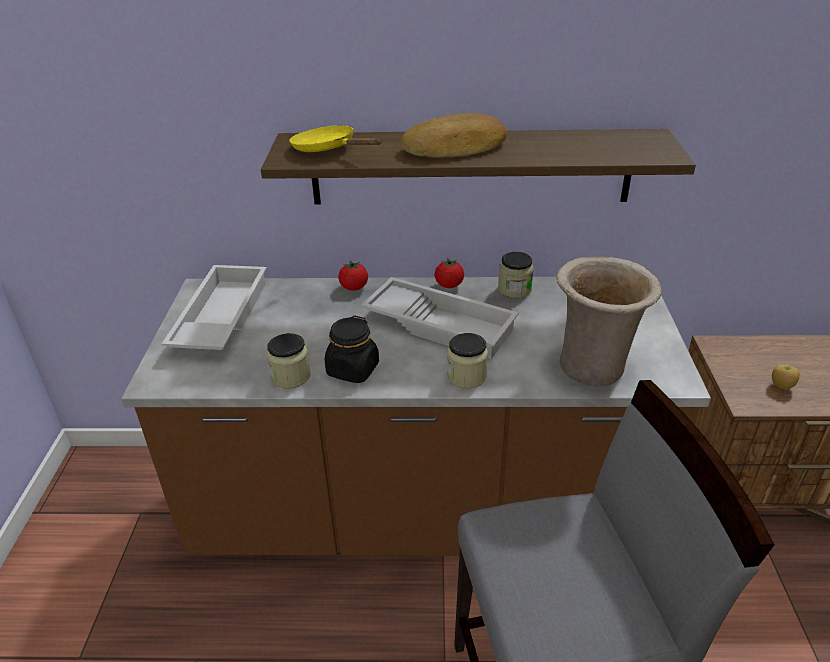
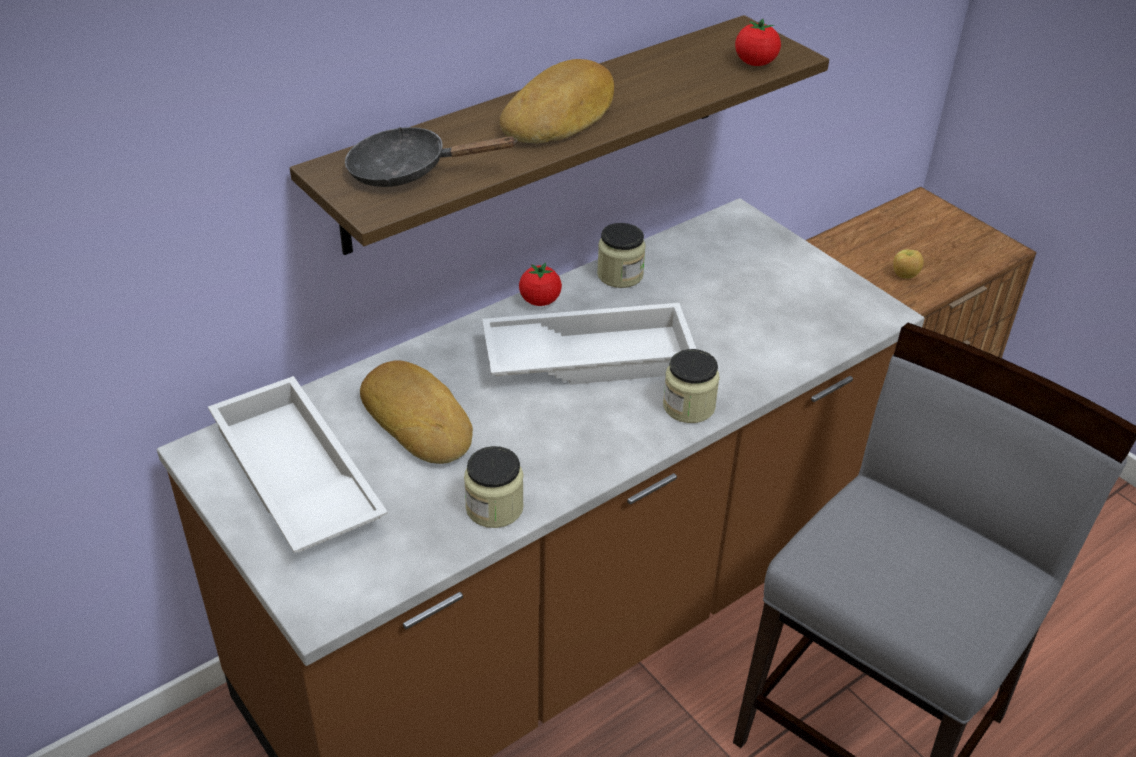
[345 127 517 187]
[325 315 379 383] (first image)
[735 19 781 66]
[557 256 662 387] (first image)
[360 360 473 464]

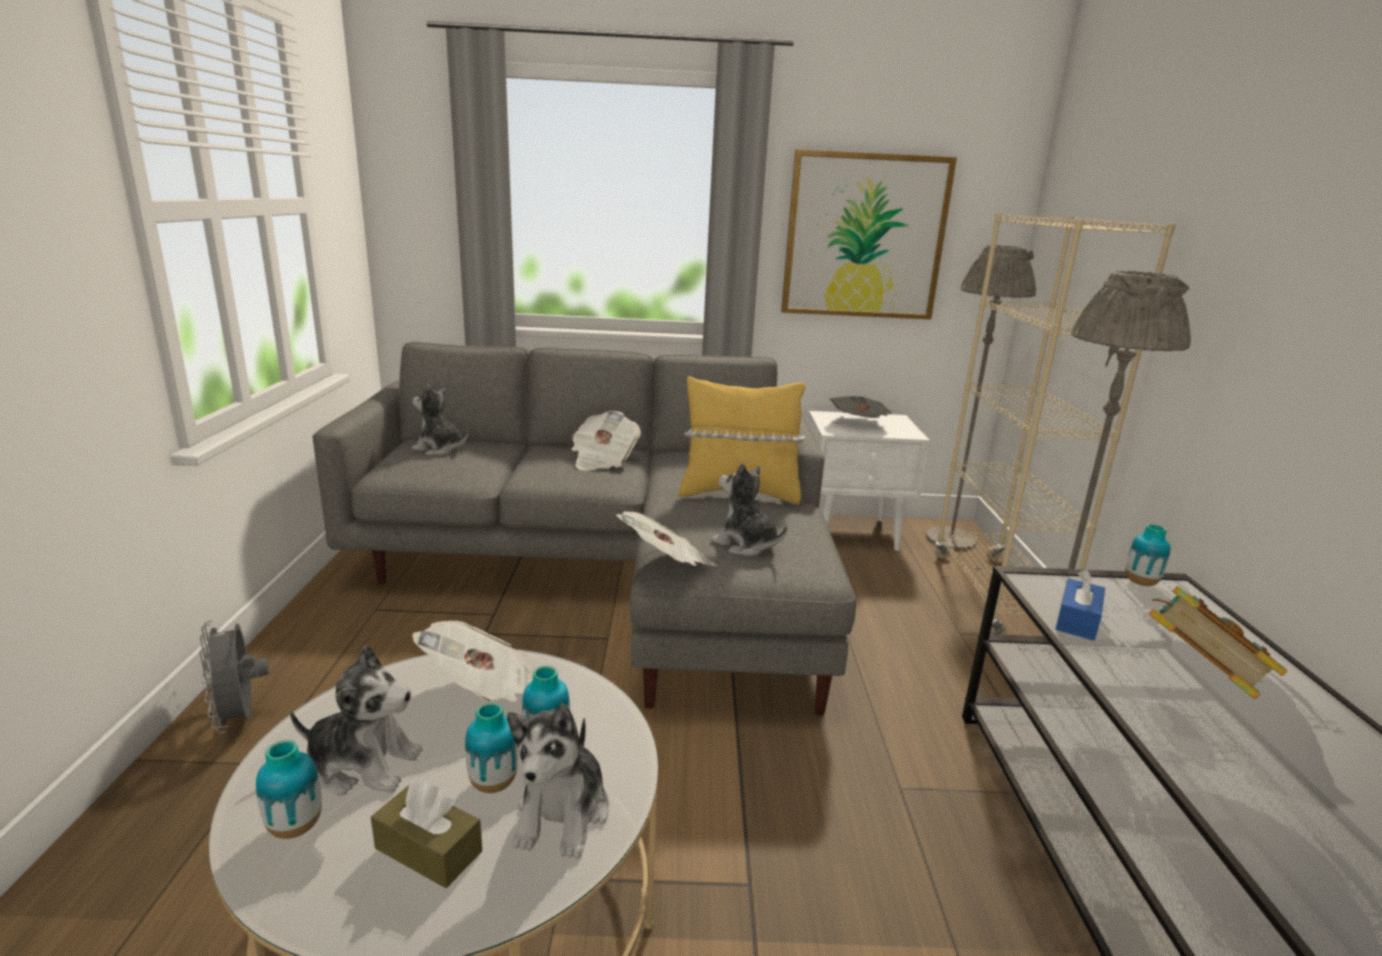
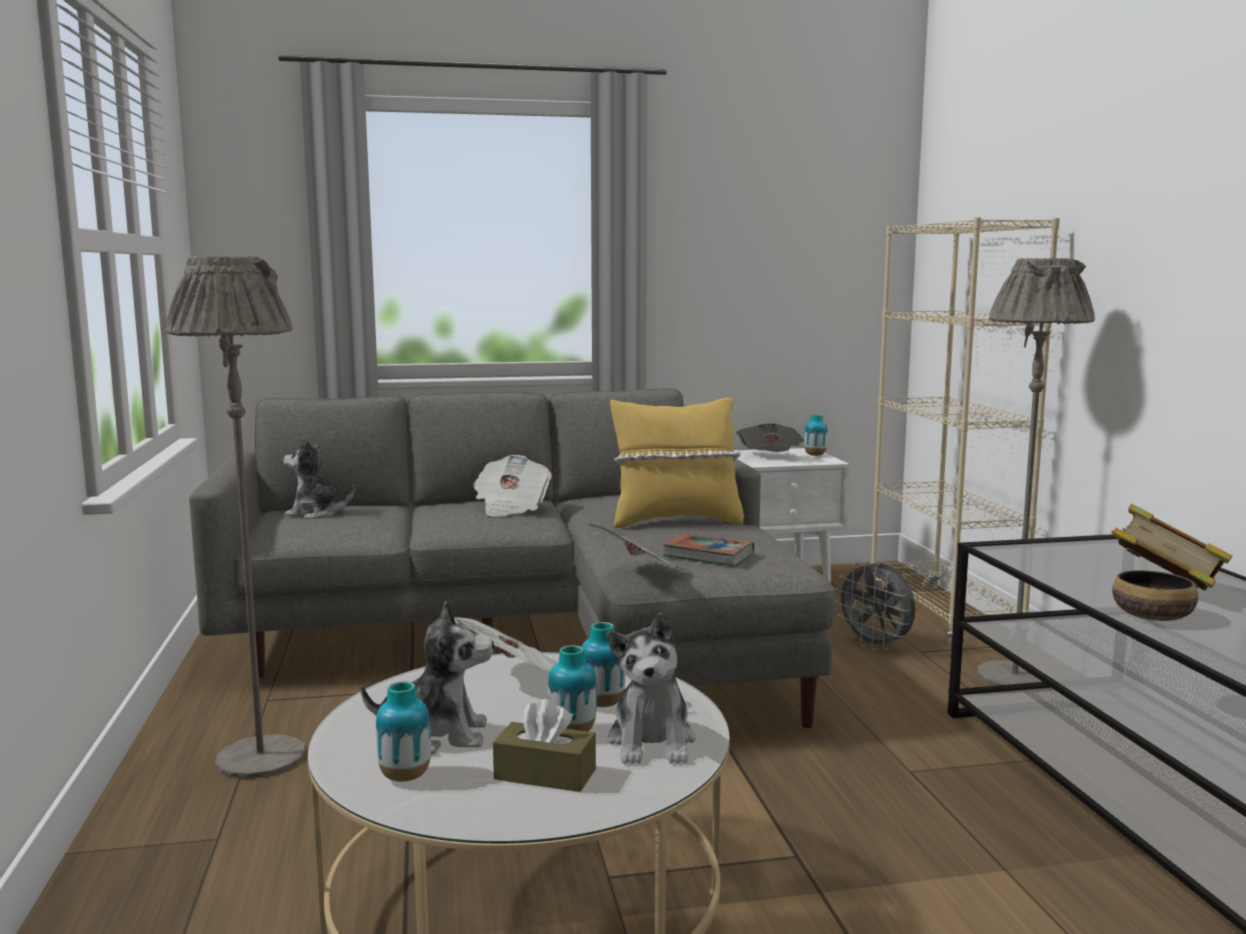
[835 560 915 650]
[663 533 754 567]
[781 149 957 319] (first image)
[165 256 306 779]
[1056 570 1105 641] (first image)
[804 414 828 456]
[1112 570 1198 621]

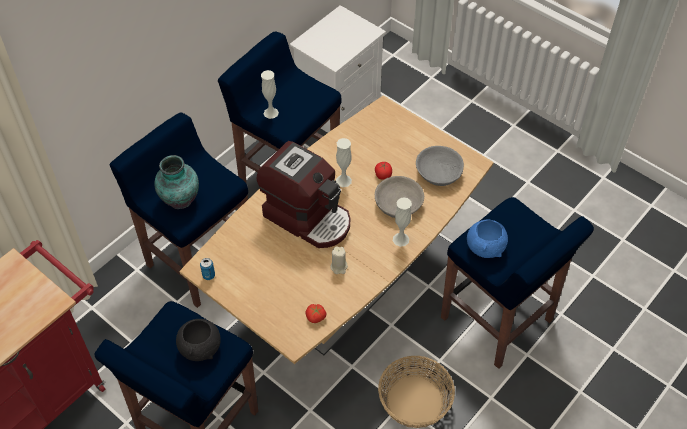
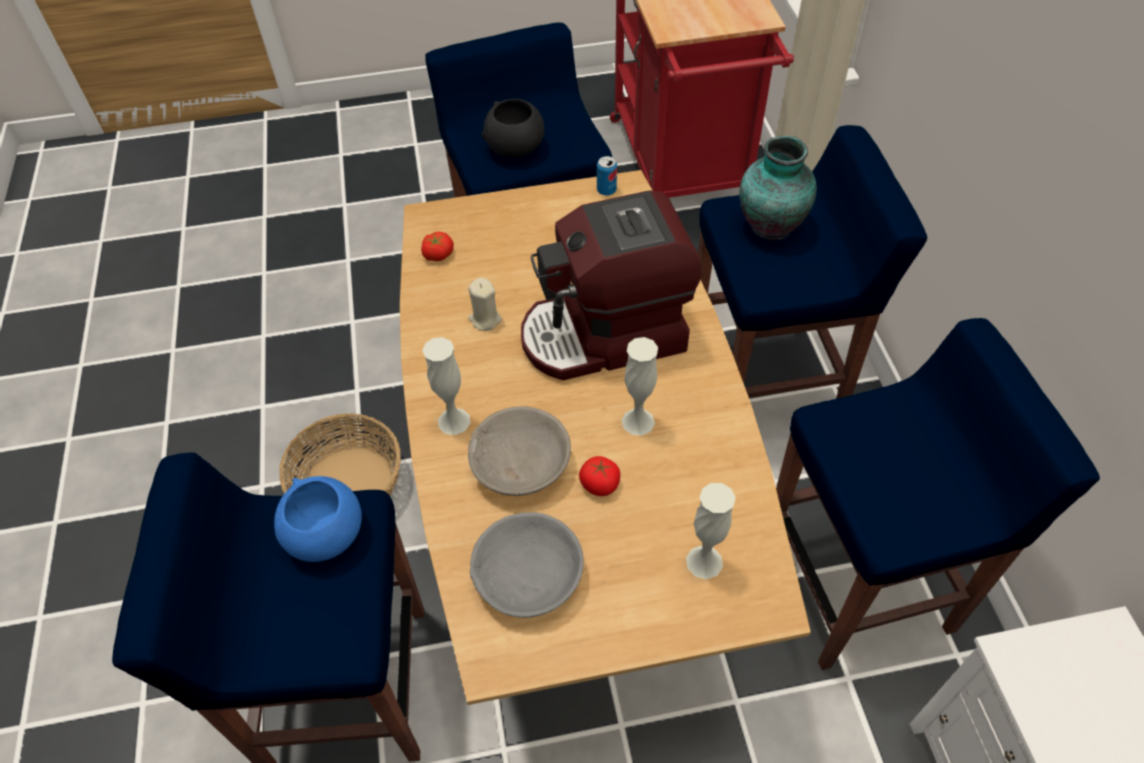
[686 483 736 579]

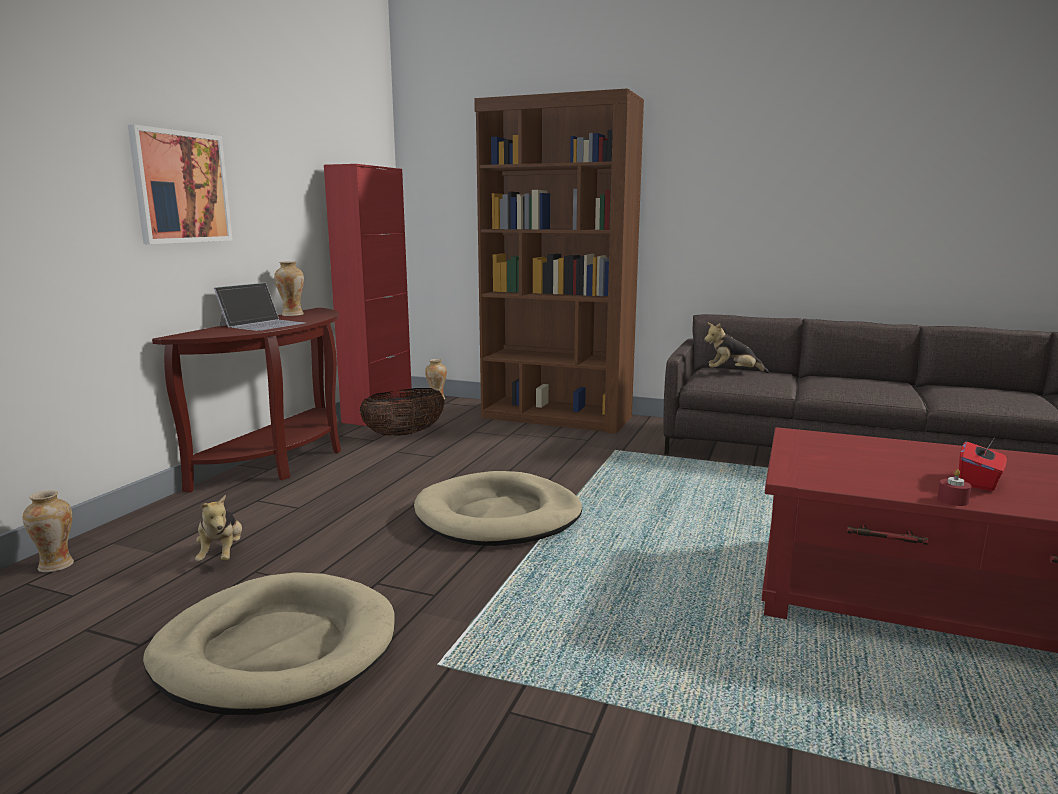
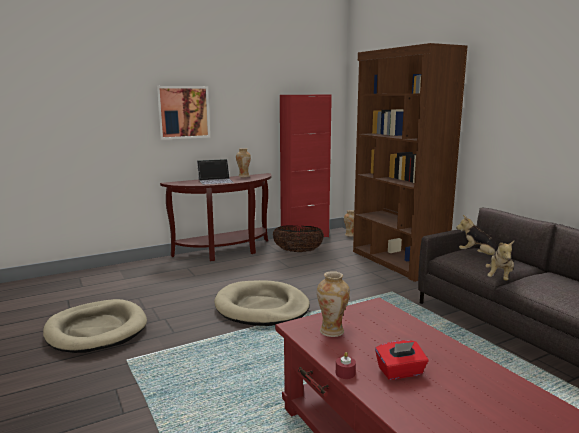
[317 271 350 337]
[486 241 514 281]

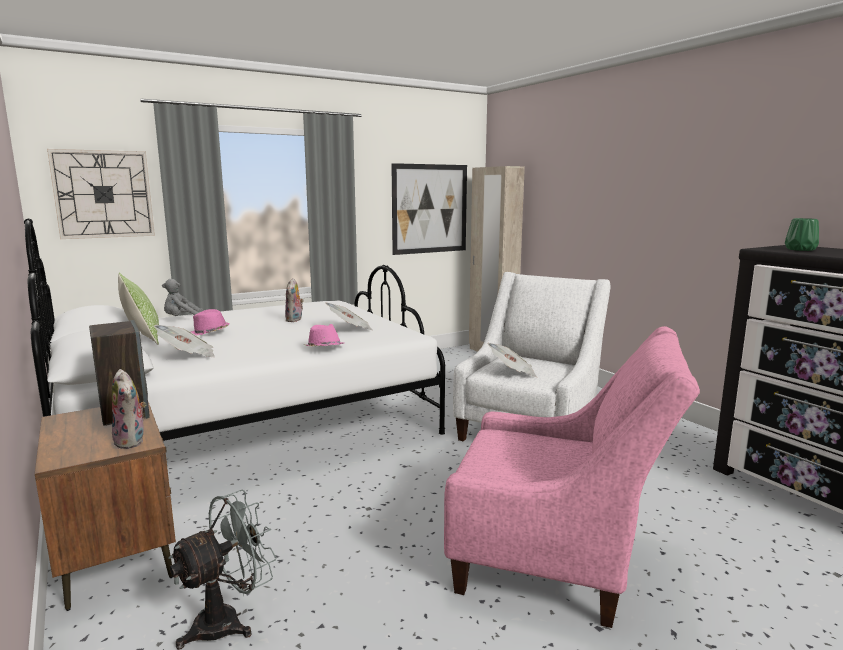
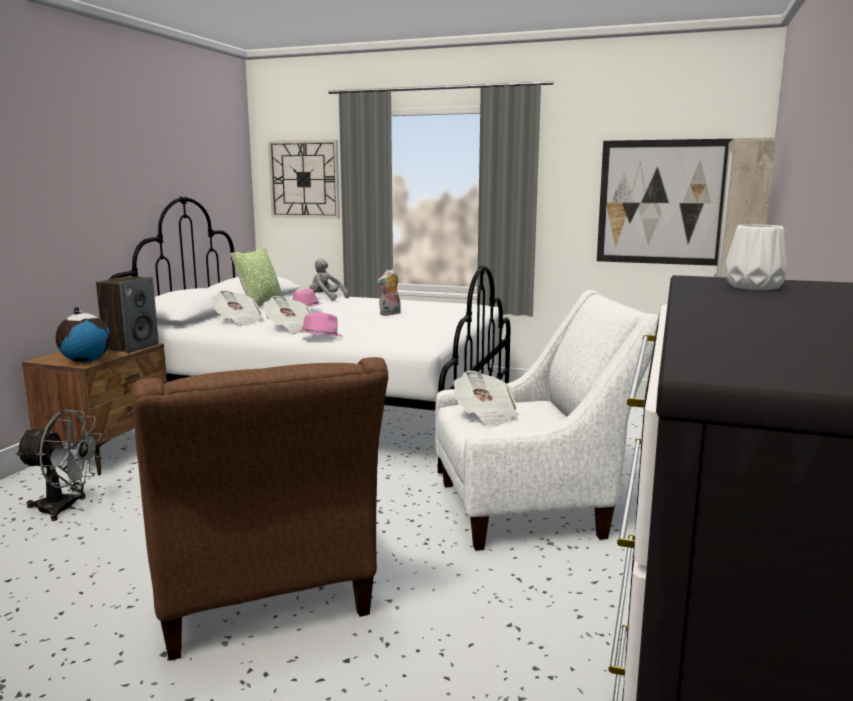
[56 307 110 363]
[263 296 311 334]
[132 357 388 661]
[726 224 788 290]

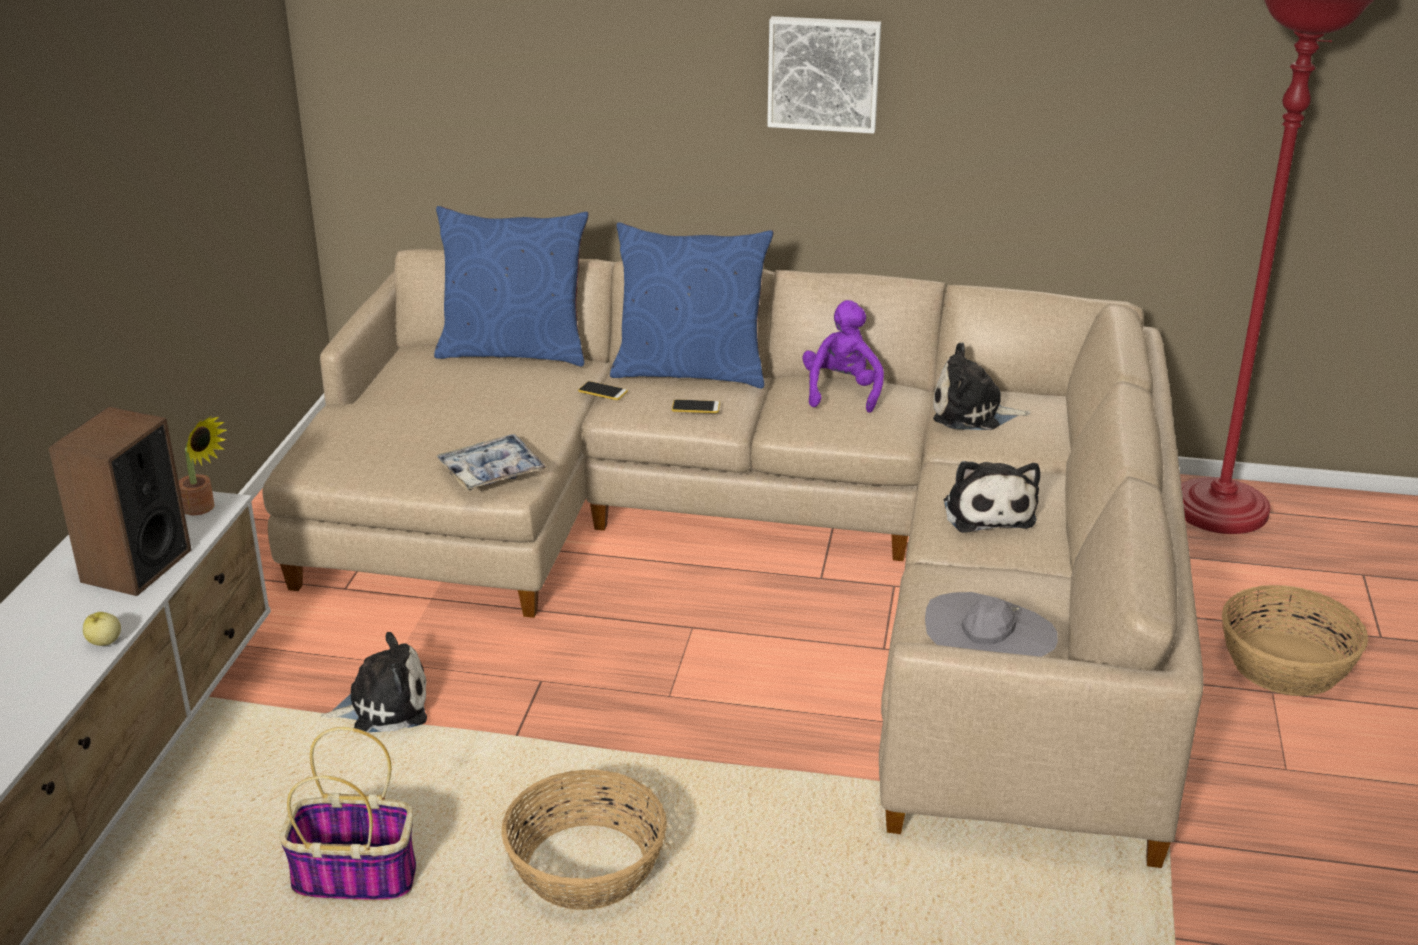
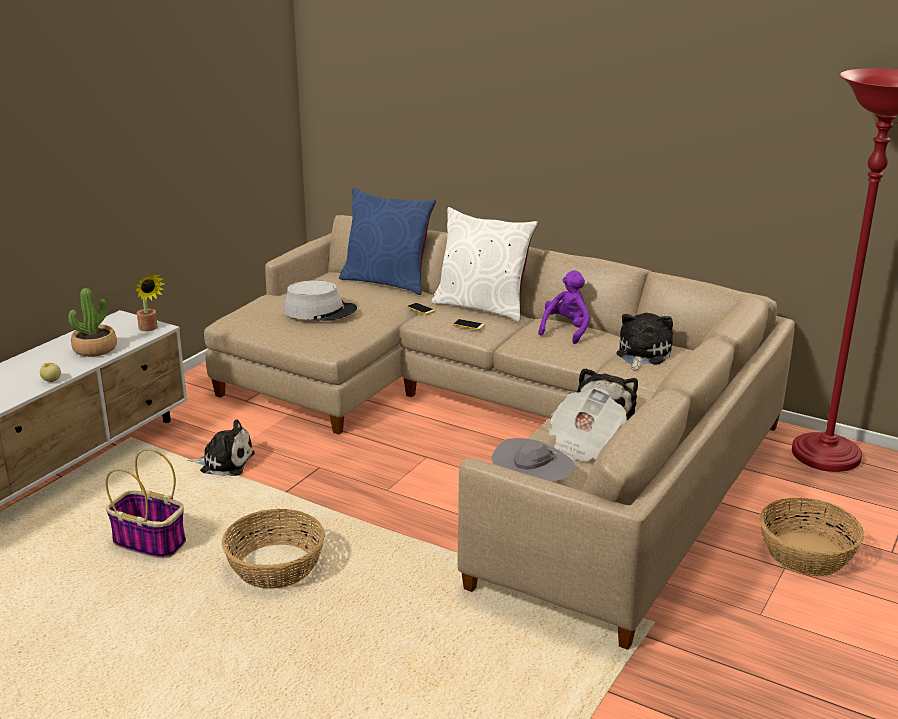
[68 288 117 357]
[436 434 548 490] (first image)
[431 207 538 322]
[767 16 881 134] (first image)
[616 313 673 370]
[284 280 357 321]
[549 388 627 461]

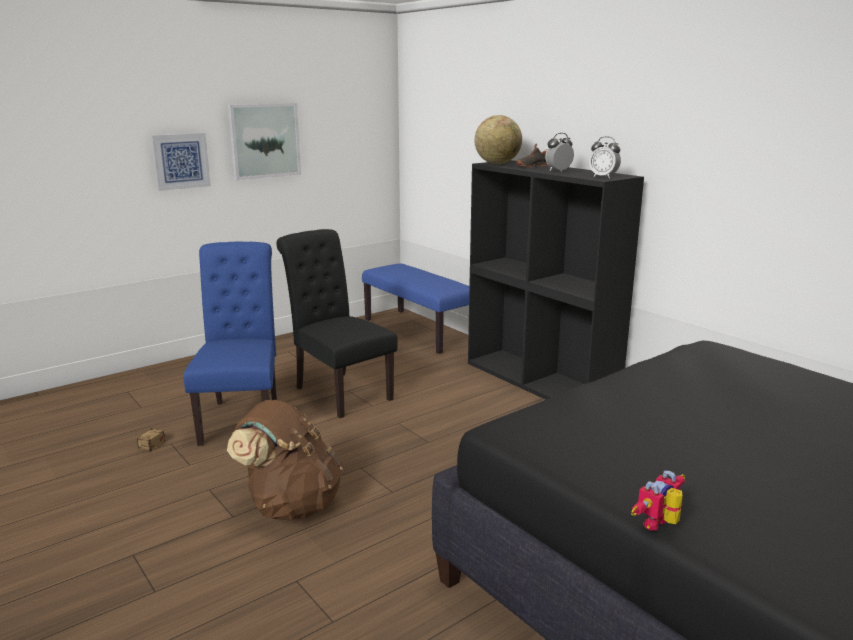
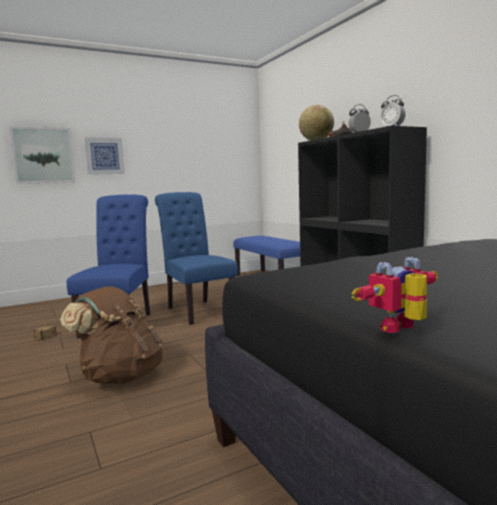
[9 126 76 184]
[155 192 238 325]

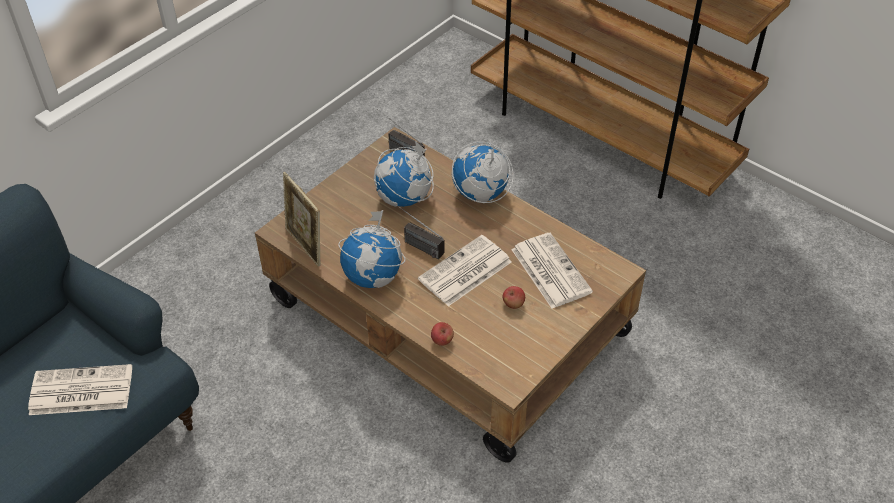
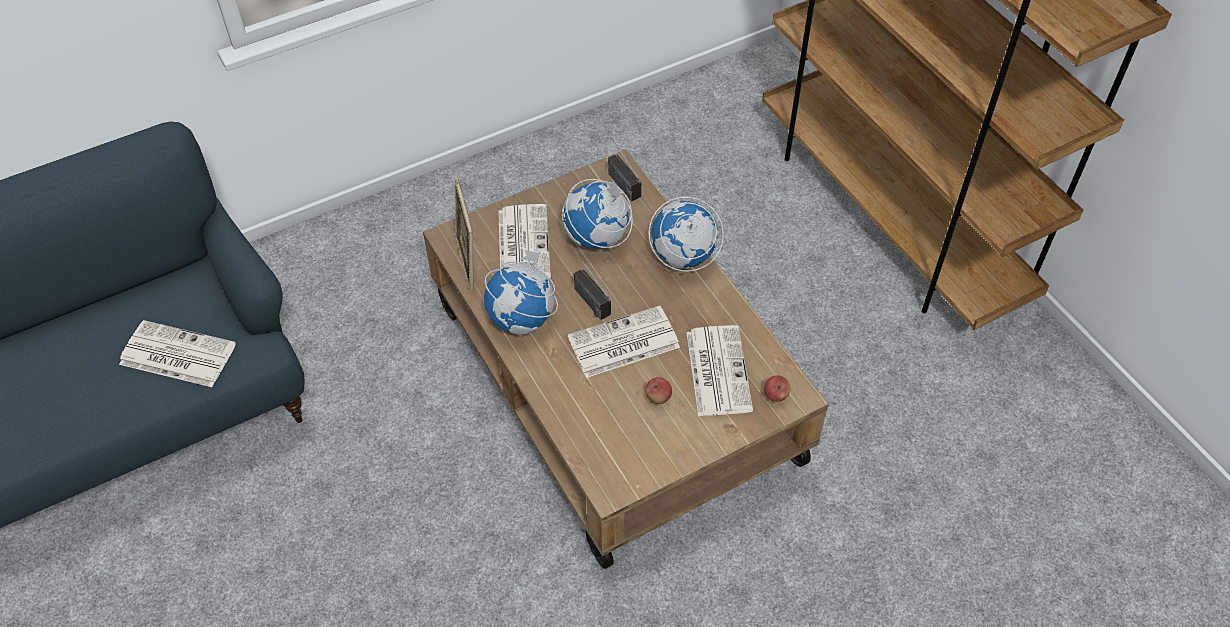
[764 375 791 402]
[498 204 551 278]

